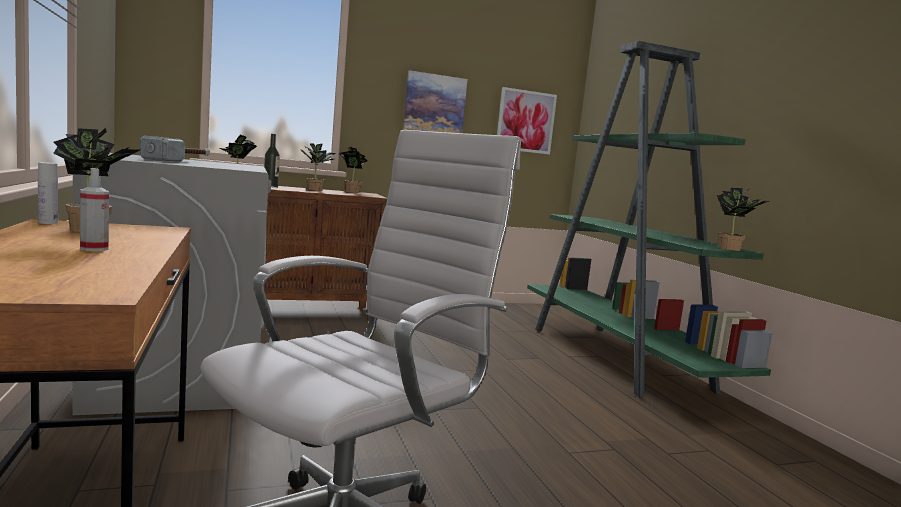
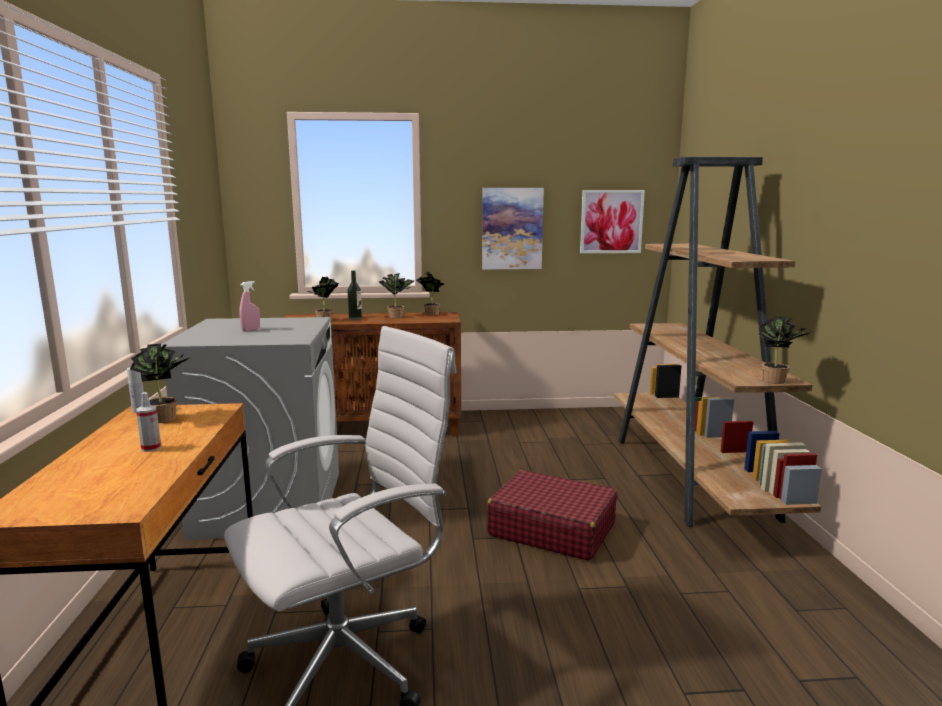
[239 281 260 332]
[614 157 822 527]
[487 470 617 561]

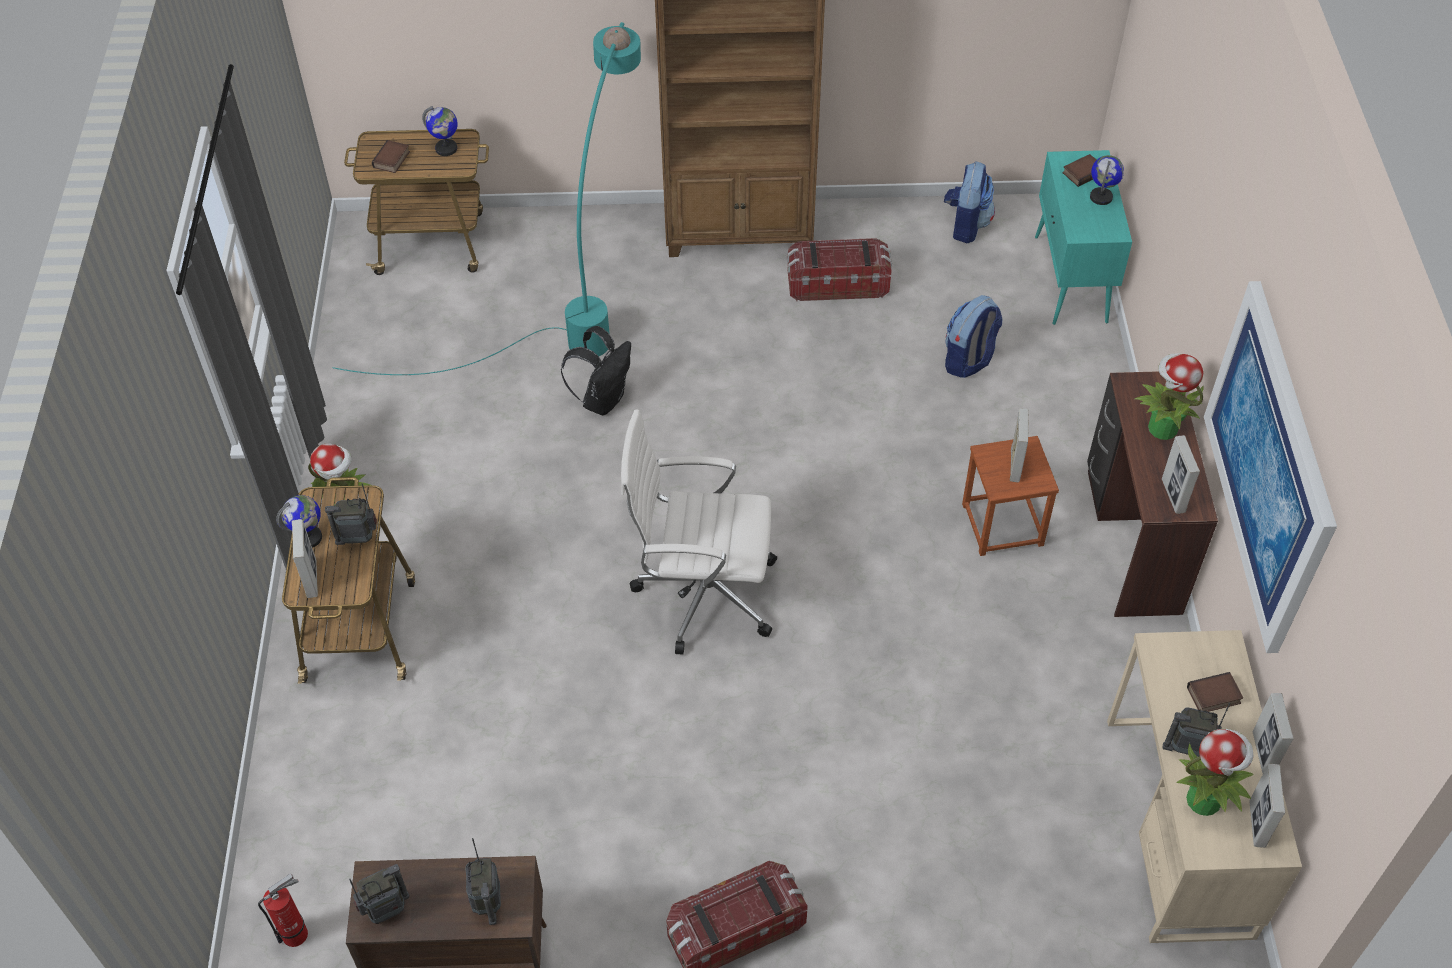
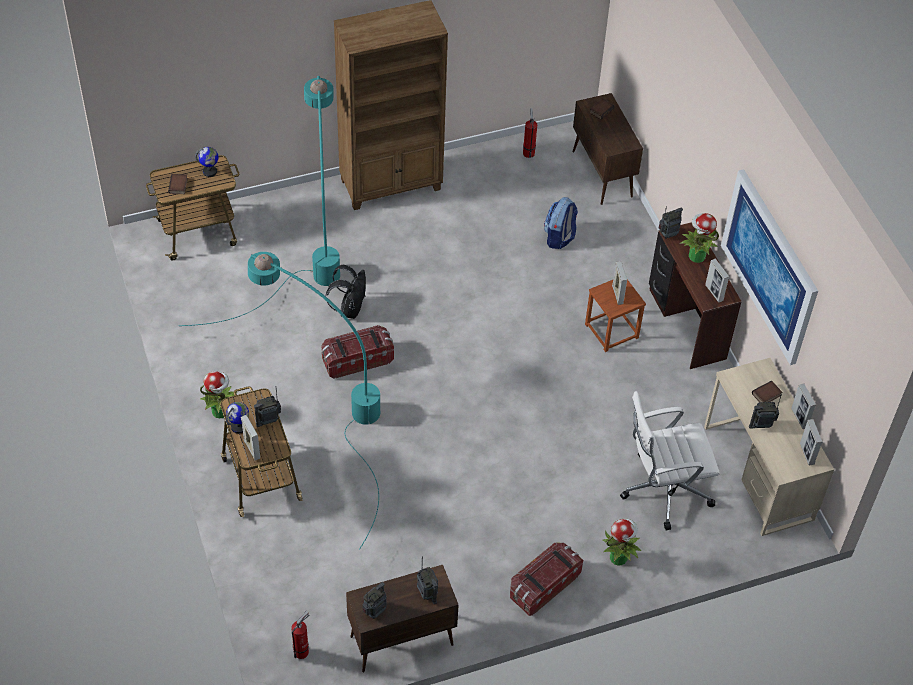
[620 391 720 530]
[321 325 394 379]
[523 108 537 158]
[573 93 643 205]
[1090 155 1124 205] (first image)
[602 518 641 565]
[248 252 380 550]
[659 207 683 239]

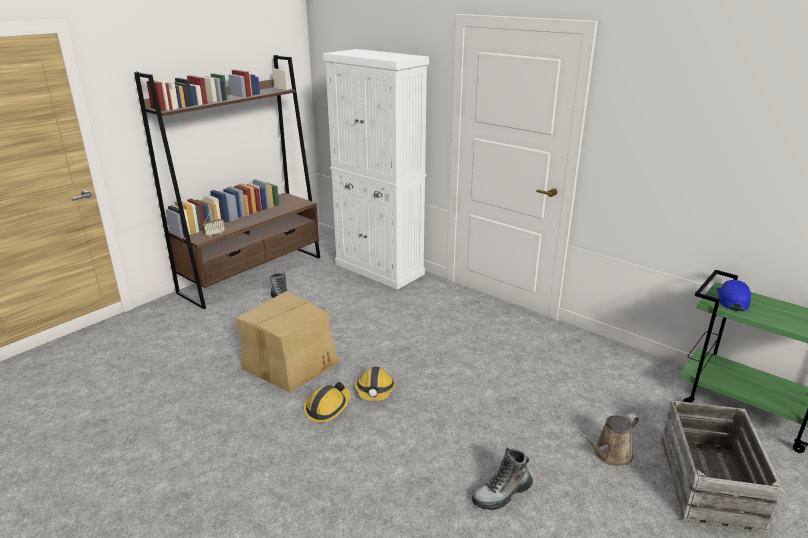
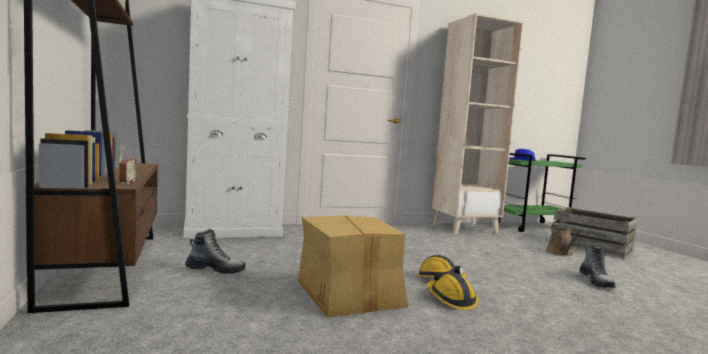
[432 13 524 234]

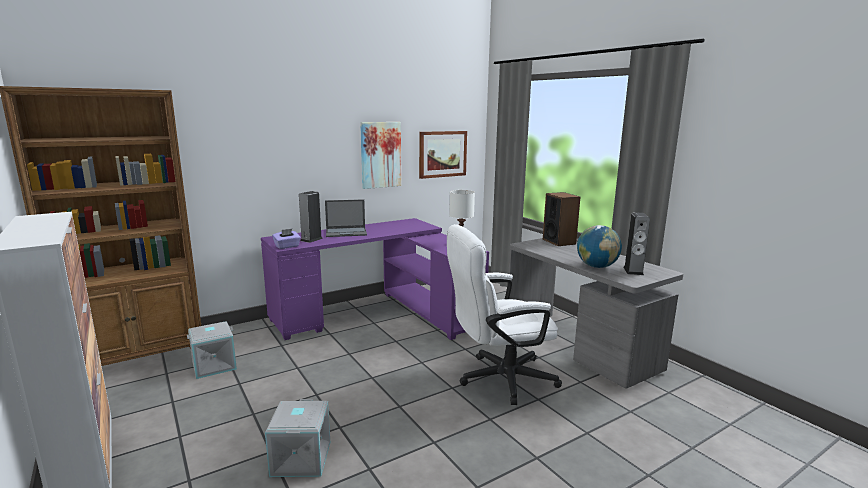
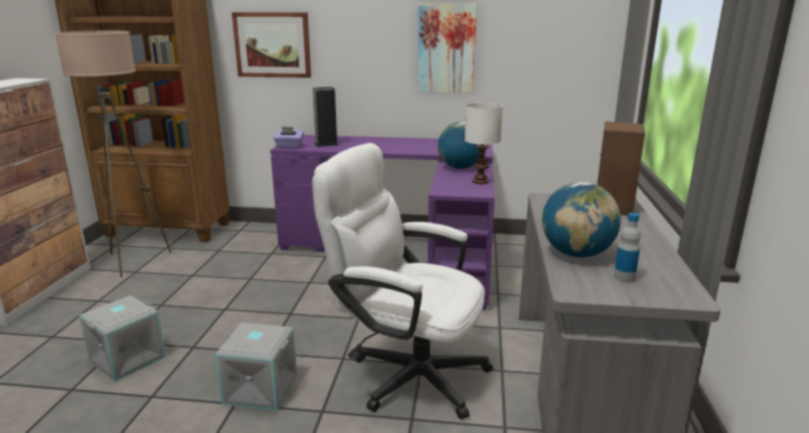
[215 323 297 411]
[325 199 367 237] (first image)
[232 12 311 78]
[614 213 641 282]
[55 31 171 277]
[438 122 480 169]

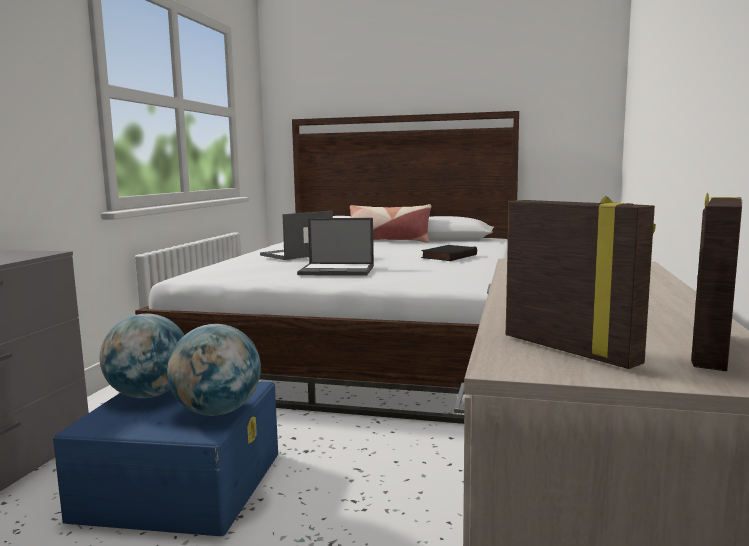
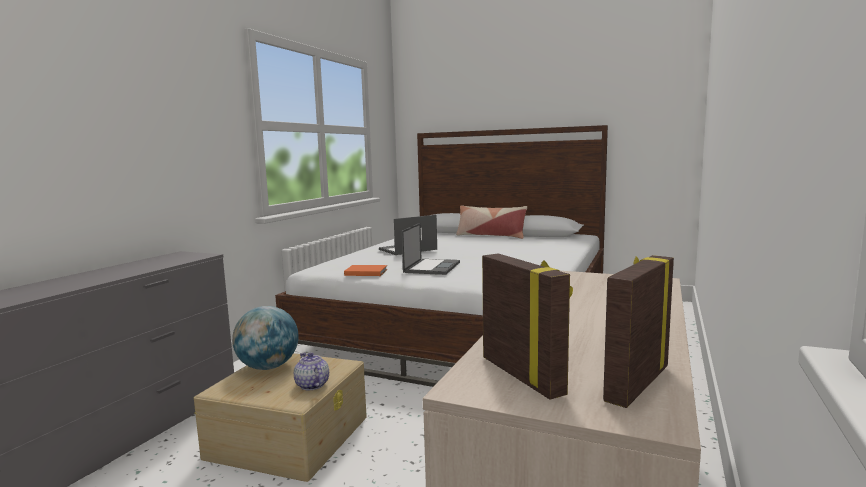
[194 353 367 482]
[294 353 329 390]
[401 223 460 275]
[421 245 477 261] (first image)
[344 265 387 276]

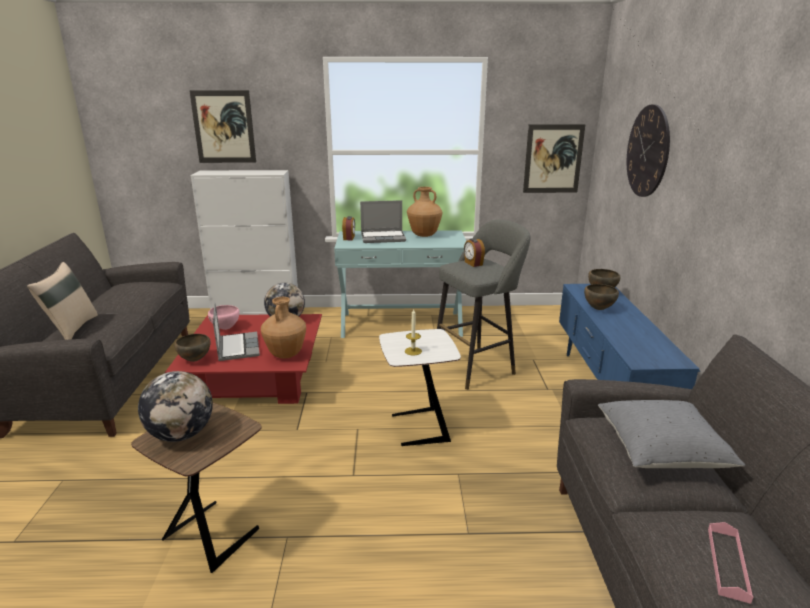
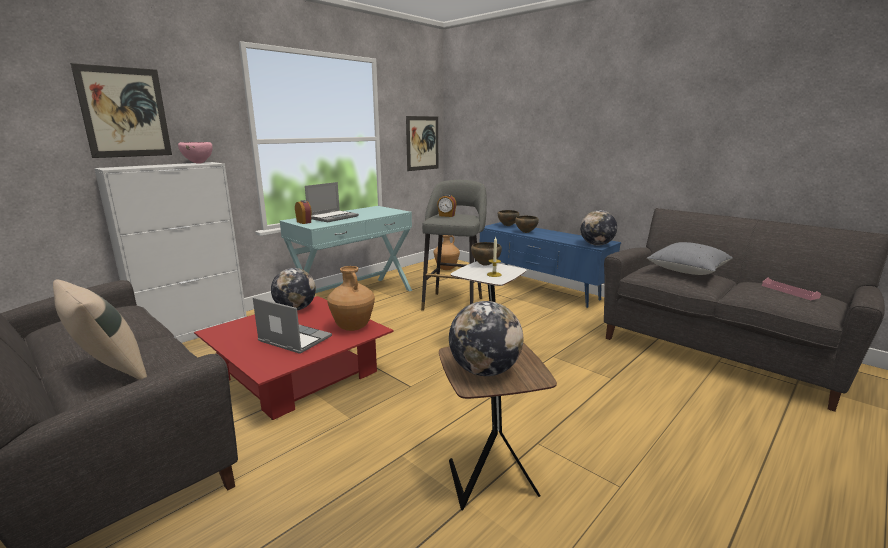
[471 242 502 266]
[178 142 213 164]
[434 235 460 270]
[627 104 670 197] (first image)
[580 210 617 246]

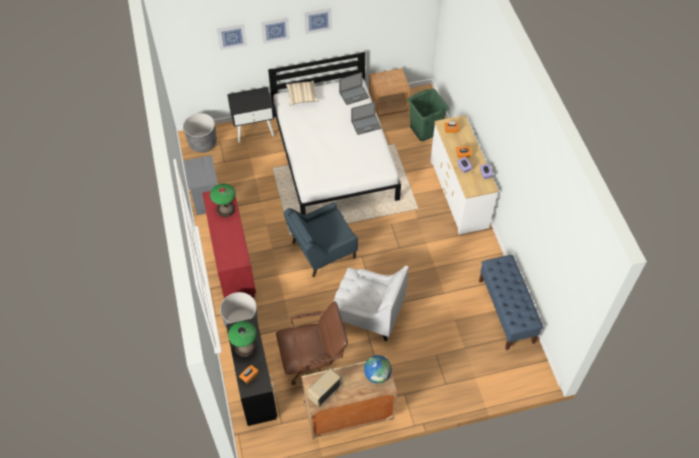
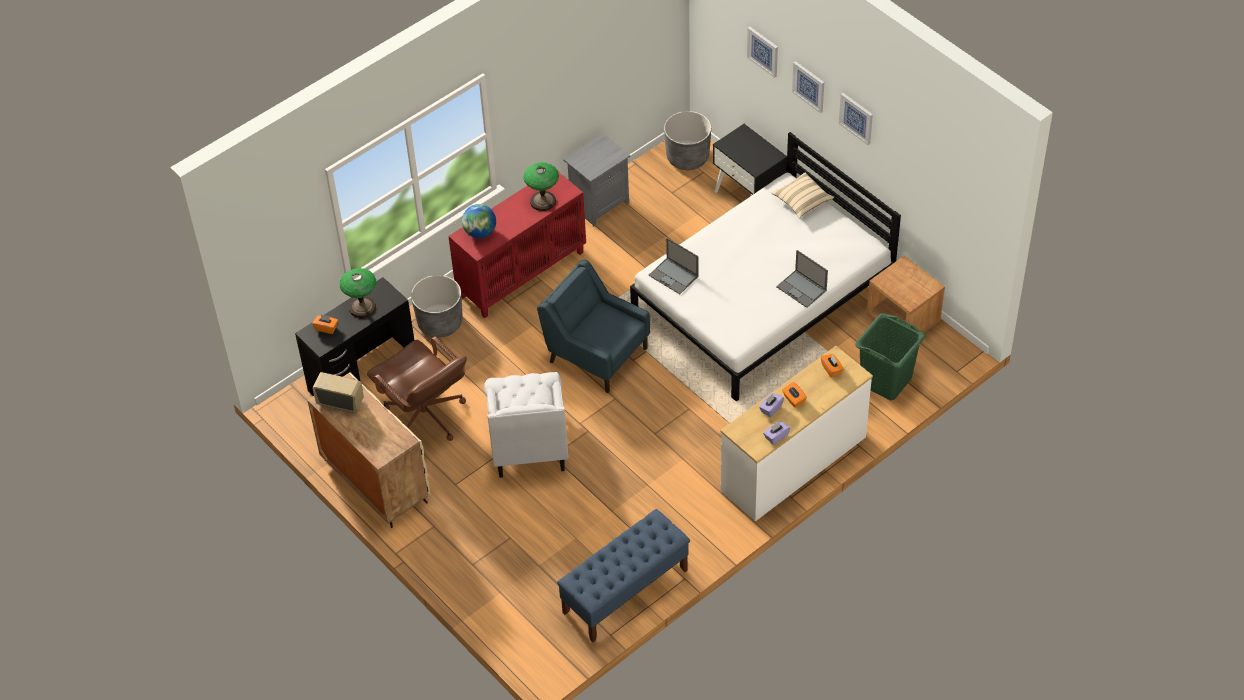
[649 238 699 294]
[462 204 496 239]

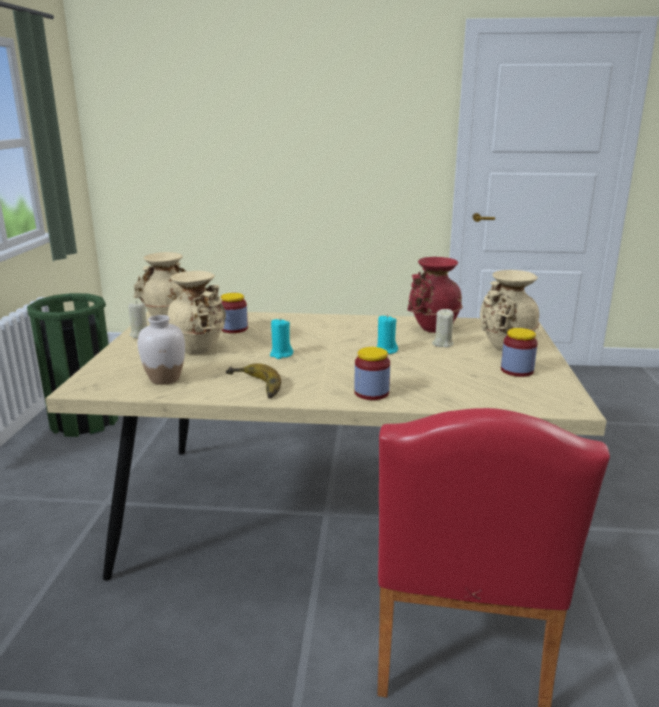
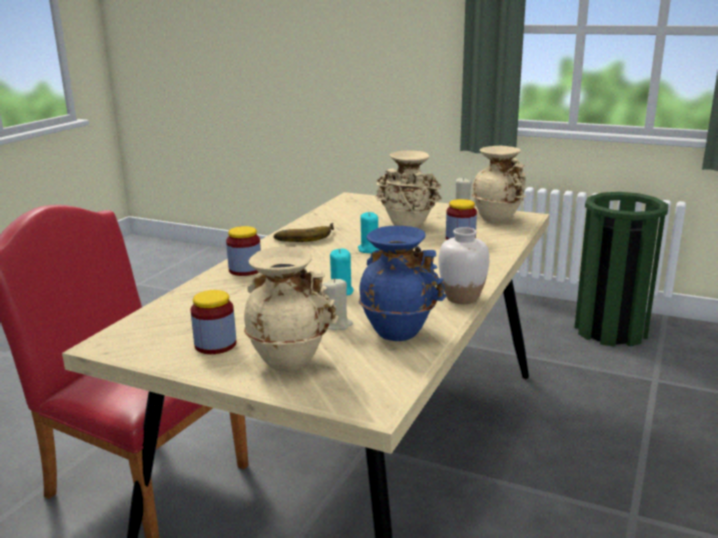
[438 227 490 304]
[359 226 446 341]

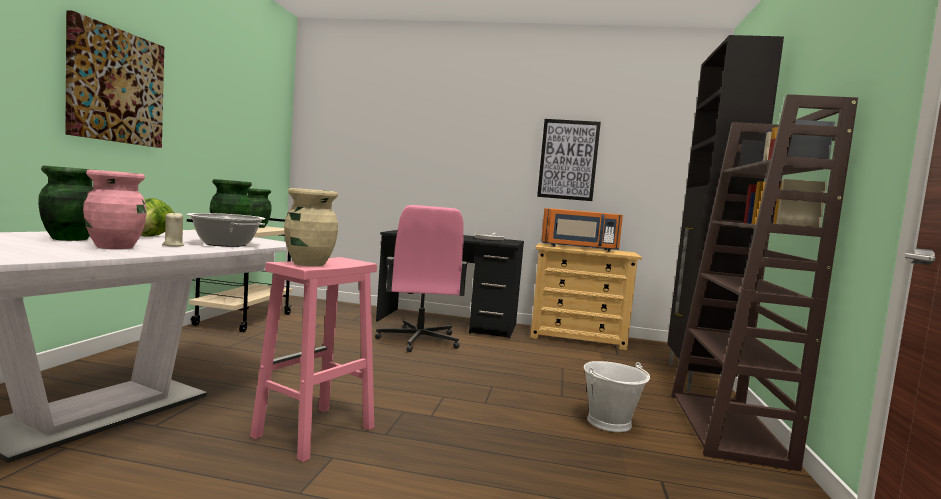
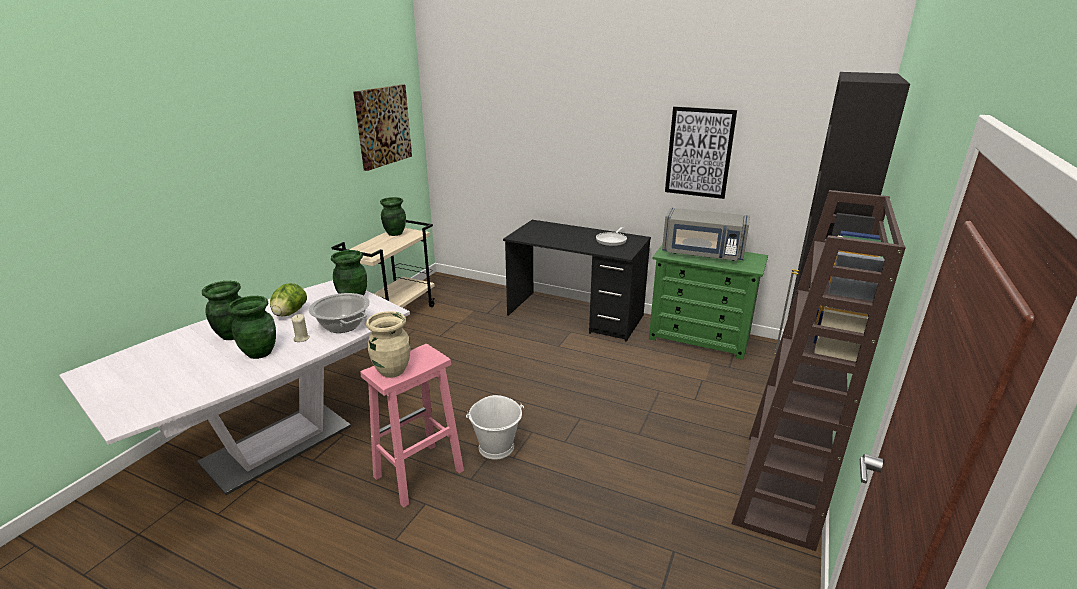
[353 84 412 171]
[228 296 276 359]
[375 205 468 352] (first image)
[649 244 768 360]
[662 208 750 261]
[466 395 524 460]

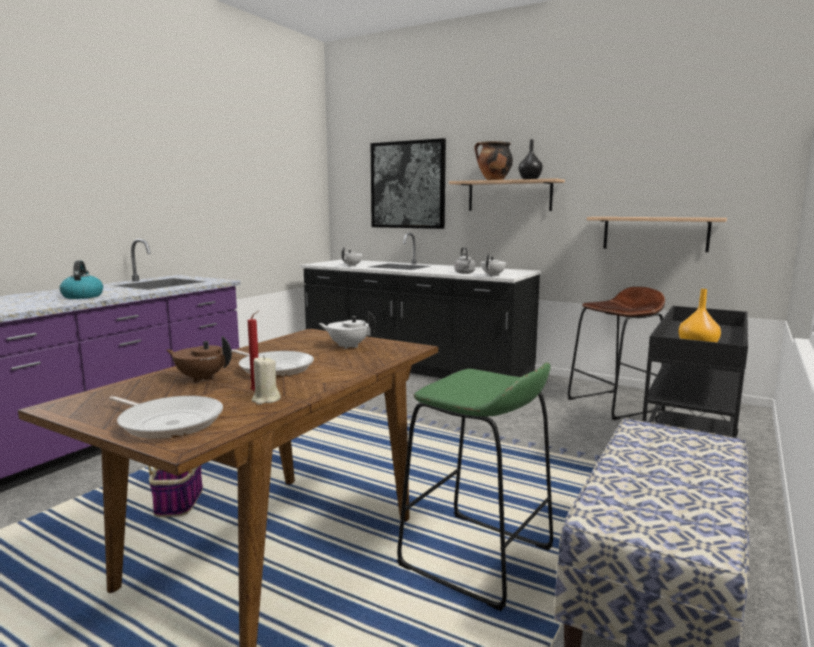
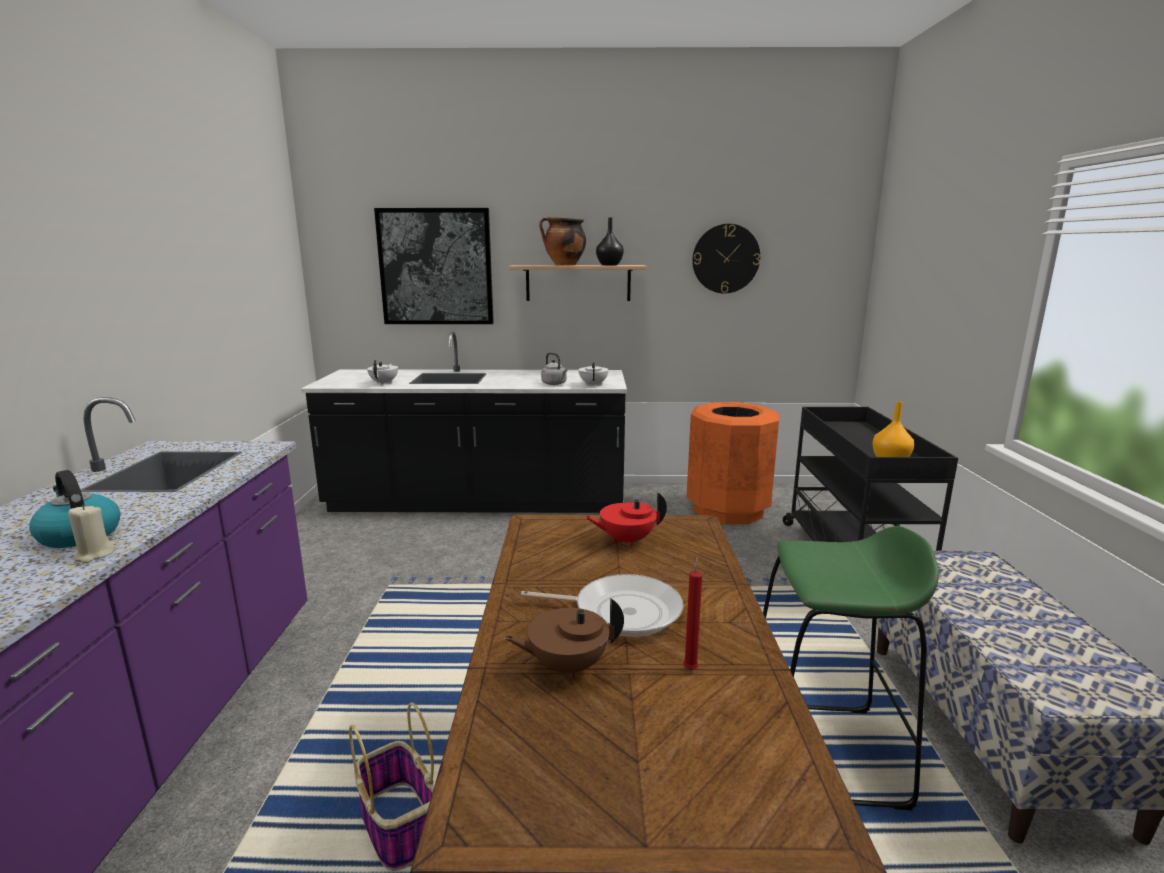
[109 396 223 439] (first image)
[68 505 115 563]
[585 492 667 547]
[687 402 779 524]
[587 217 727 252] (first image)
[692 224 760 293]

